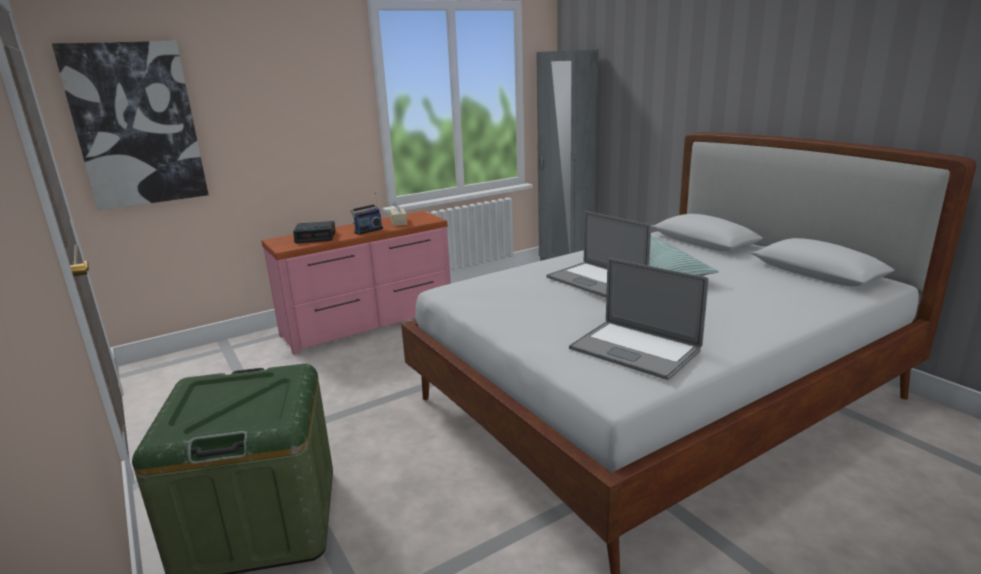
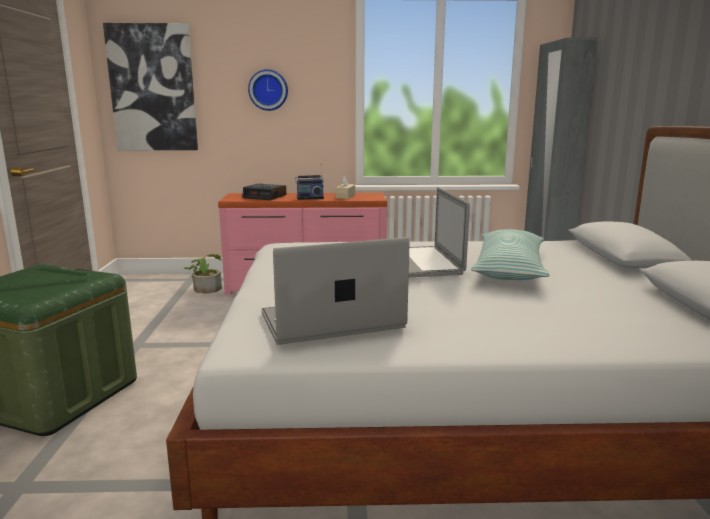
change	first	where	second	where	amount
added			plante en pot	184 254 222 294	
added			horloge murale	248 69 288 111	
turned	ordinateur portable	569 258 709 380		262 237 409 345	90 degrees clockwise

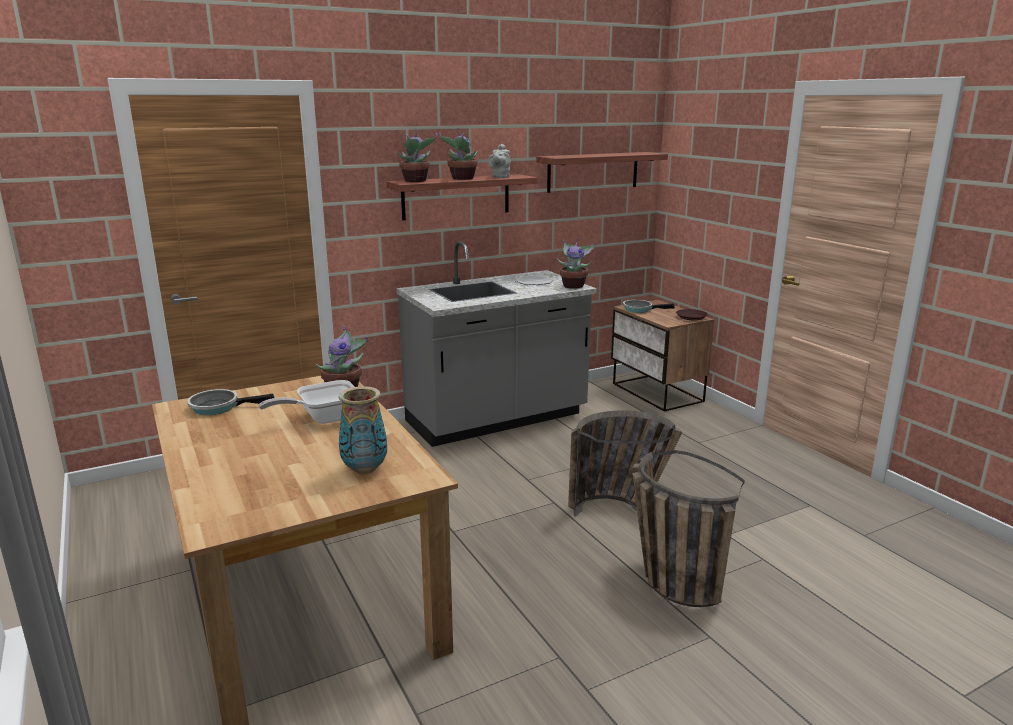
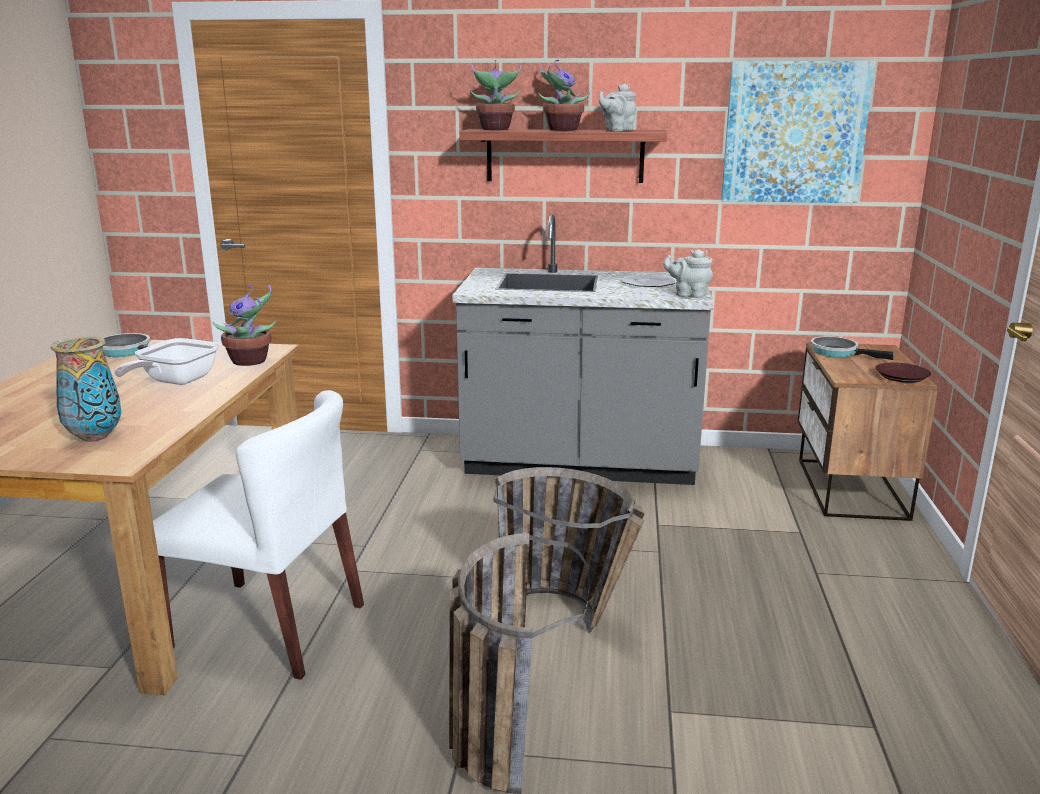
change	first	where	second	where	amount
turned	poêle	259 380 354 424		114 338 219 385	75 degrees counterclockwise
added			chaise/blanc	153 390 364 680	
replaced	plante en pot	557 239 597 289	théière/gris	663 249 713 298	
replaced	étagère	536 152 668 193	tableau	721 61 875 203	

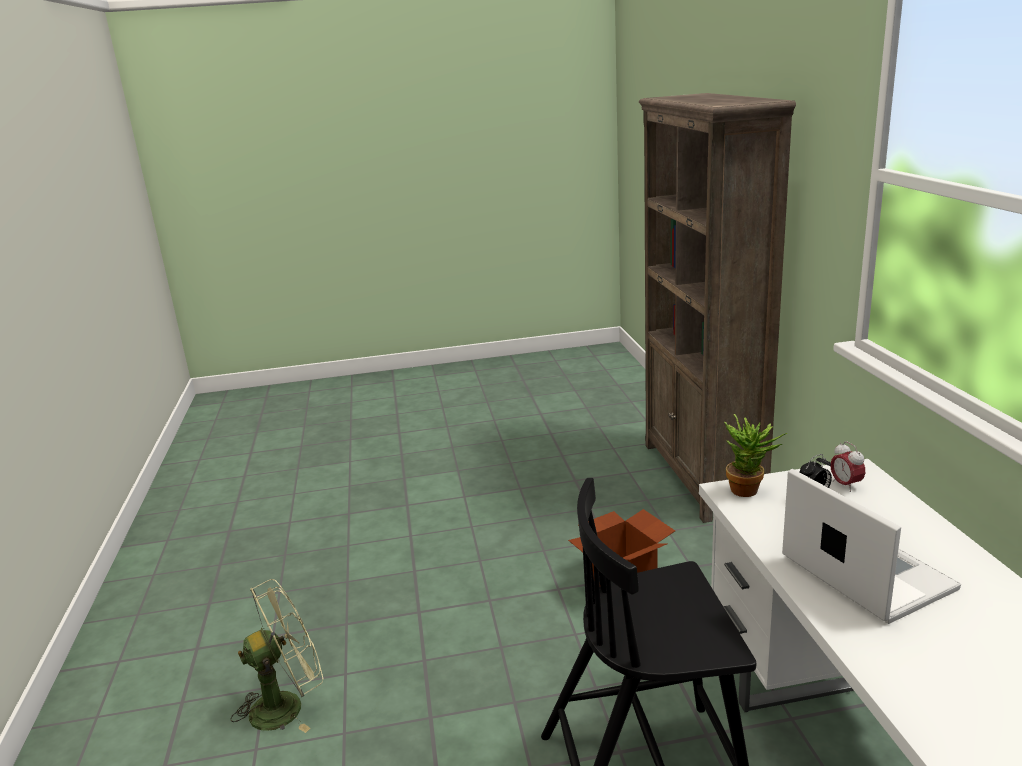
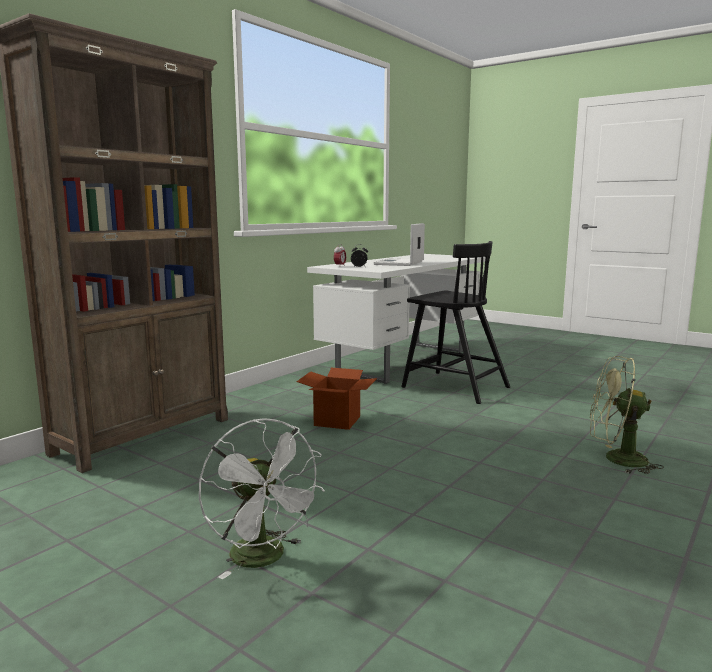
change	first	where	second	where	amount
added			ventilateur/blanc	199 418 325 580	
removed	plante en pot	724 414 787 497			

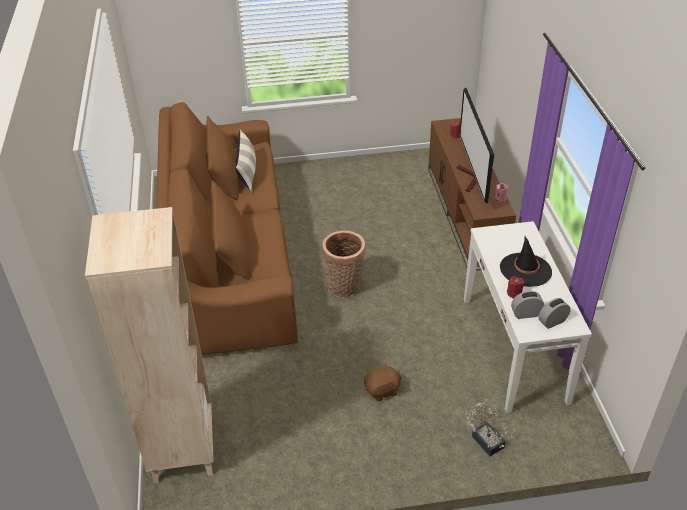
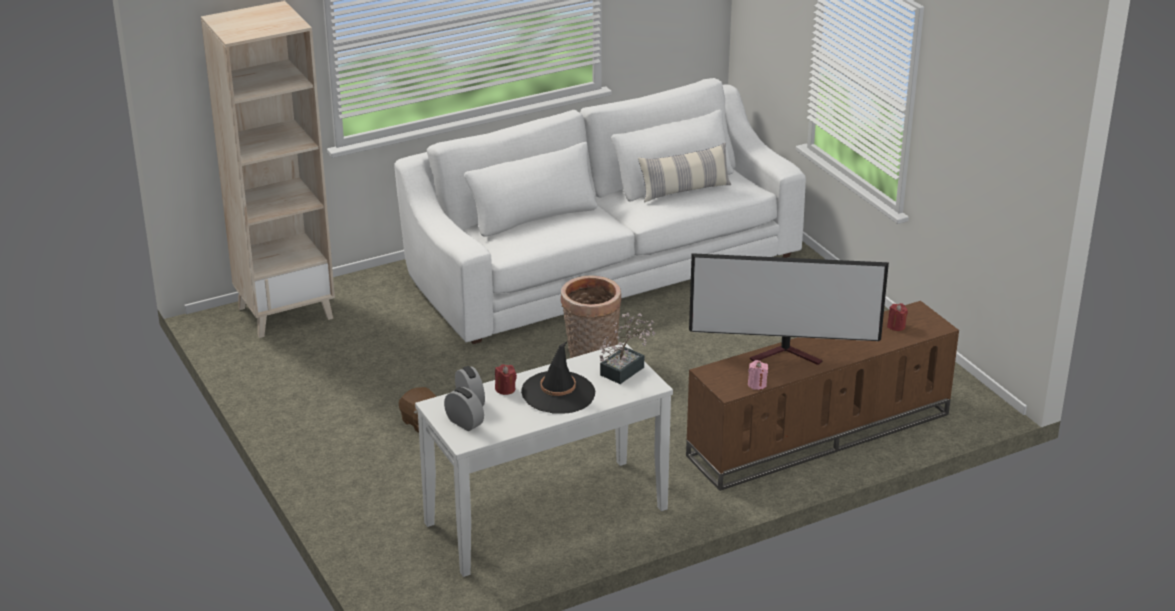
change	first	where	second	where	amount
recoloured	canapé/marron	156 102 298 355	canapé/blanc	394 78 806 344	
moved	plante en pot	465 399 513 456		600 312 656 384	
turned	téléviseur	456 88 494 203		689 253 889 365	150 degrees counterclockwise

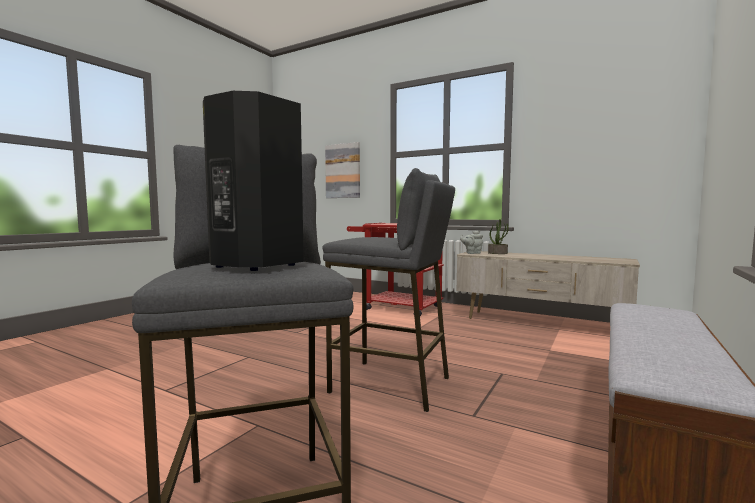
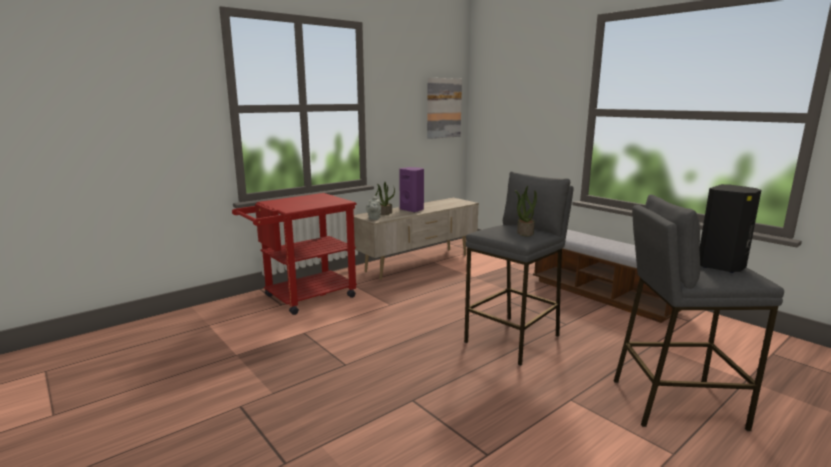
change	first	where	second	where	amount
added			enceinte/violet	399 167 424 213	
moved	tableau	325 142 360 198		427 78 462 139	
added			plante en pot	515 186 537 236	

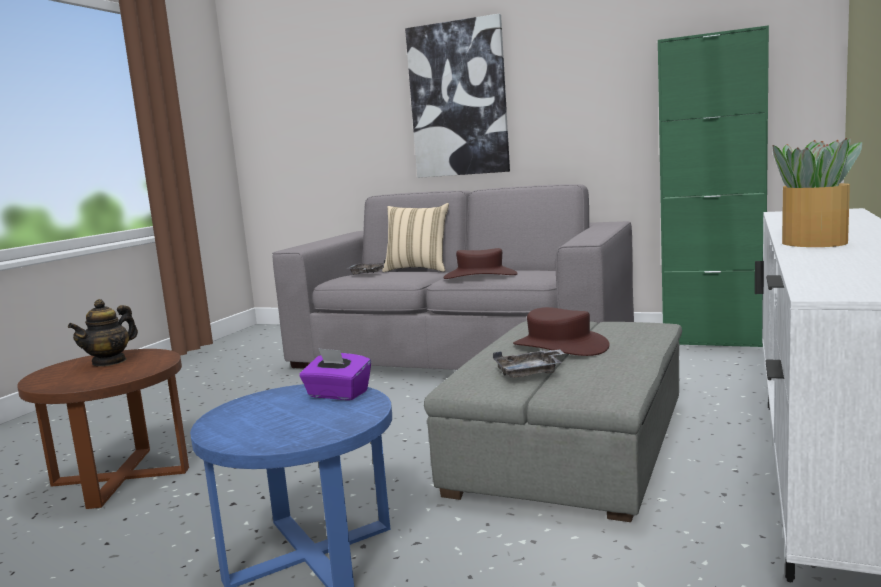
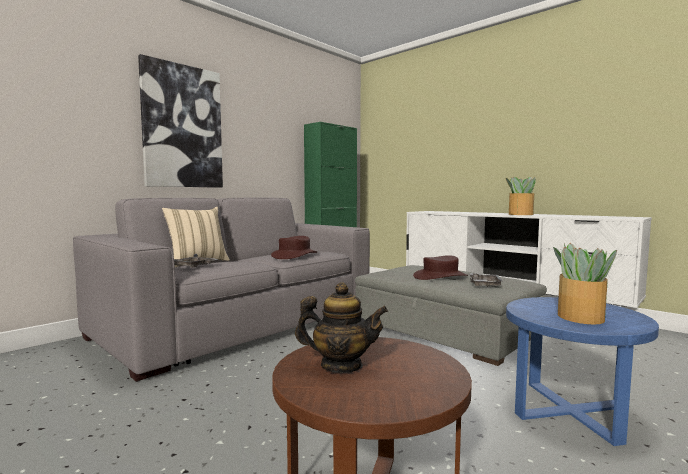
change	first	where	second	where	amount
turned	théière	68 299 138 366		295 282 388 373	45 degrees counterclockwise
added			plante en pot	553 243 617 325	
removed	boîte à mouchoirs/violet	300 348 371 400			

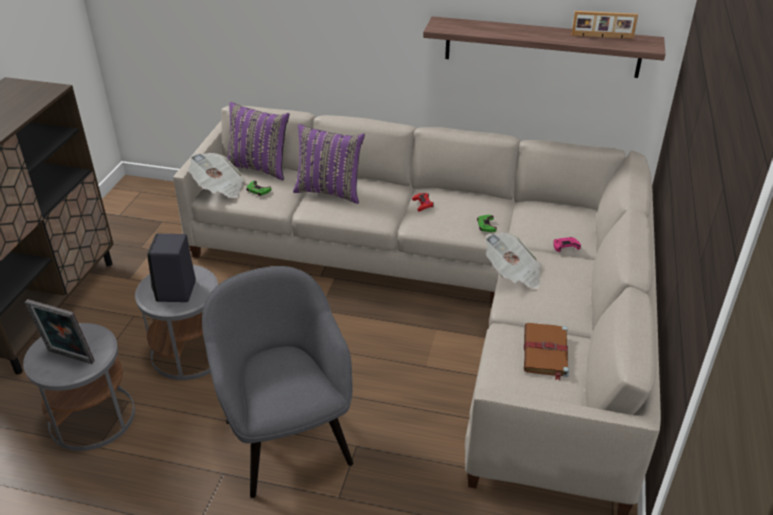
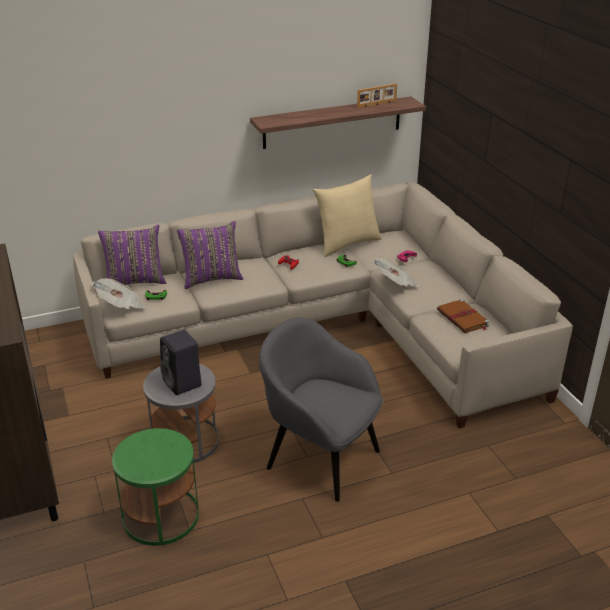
change	first	where	second	where	amount
recoloured	table d'appoint/gris	23 323 135 451	table d'appoint/vert	112 428 199 546	
added			coussin/beige	313 174 382 257	
removed	cadre photo	24 299 95 364			

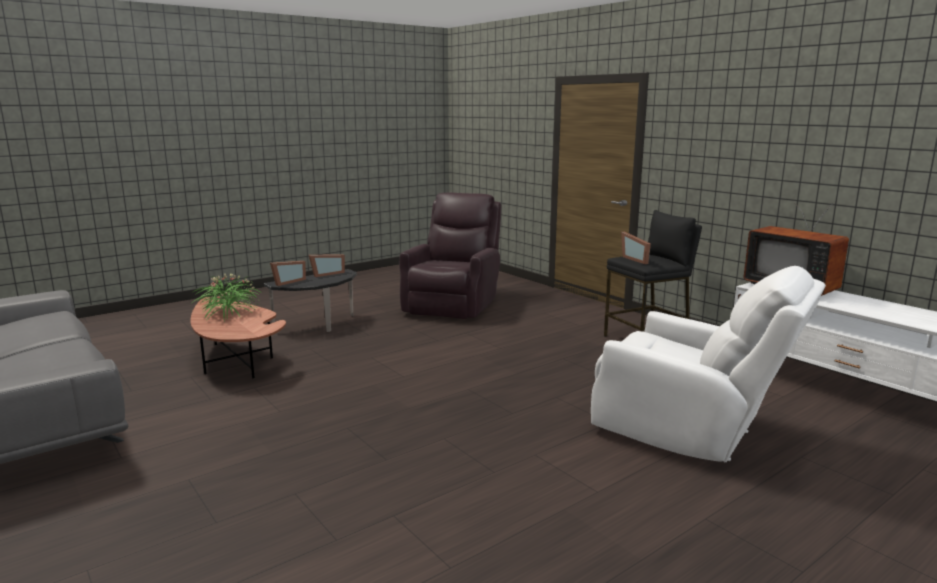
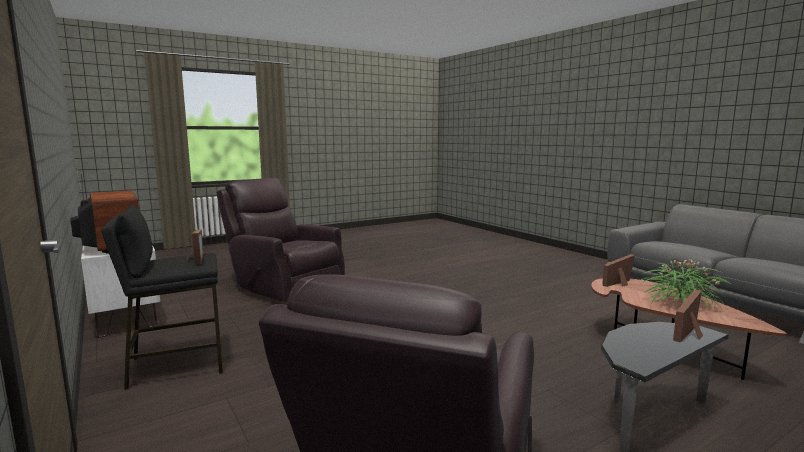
change	first	where	second	where	amount
recoloured	fauteuil/blanc	591 266 826 462	fauteuil/marron	217 178 345 302	
moved	cadre photo	309 254 345 277		602 254 635 287	

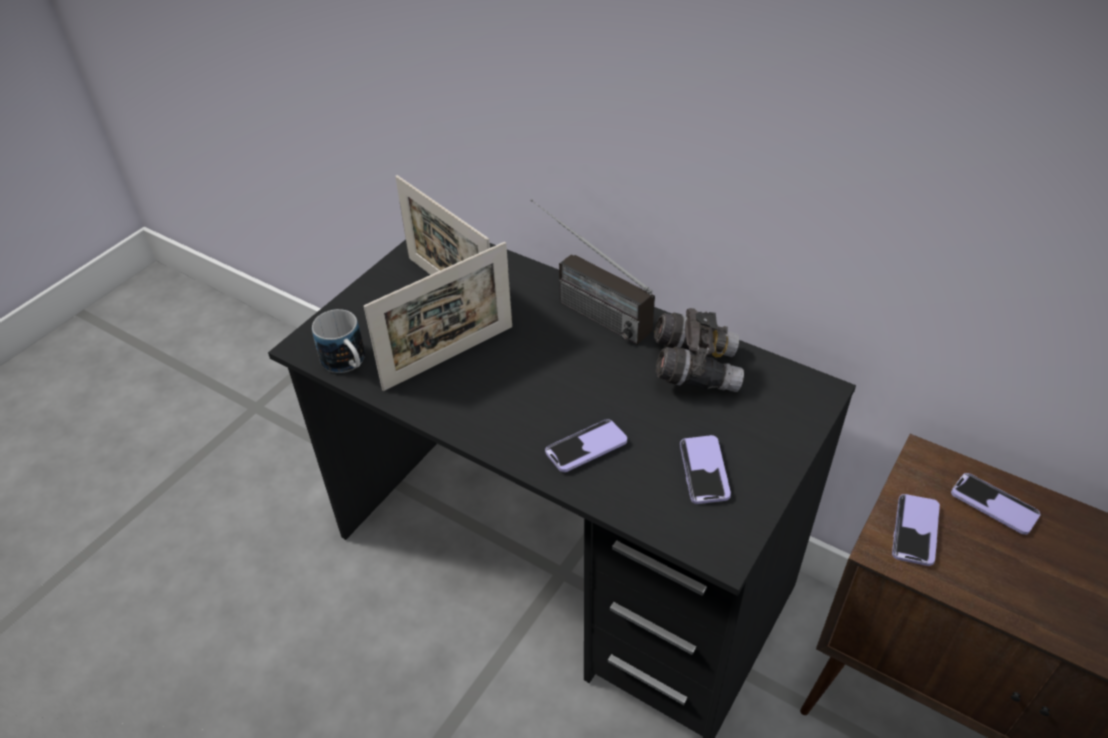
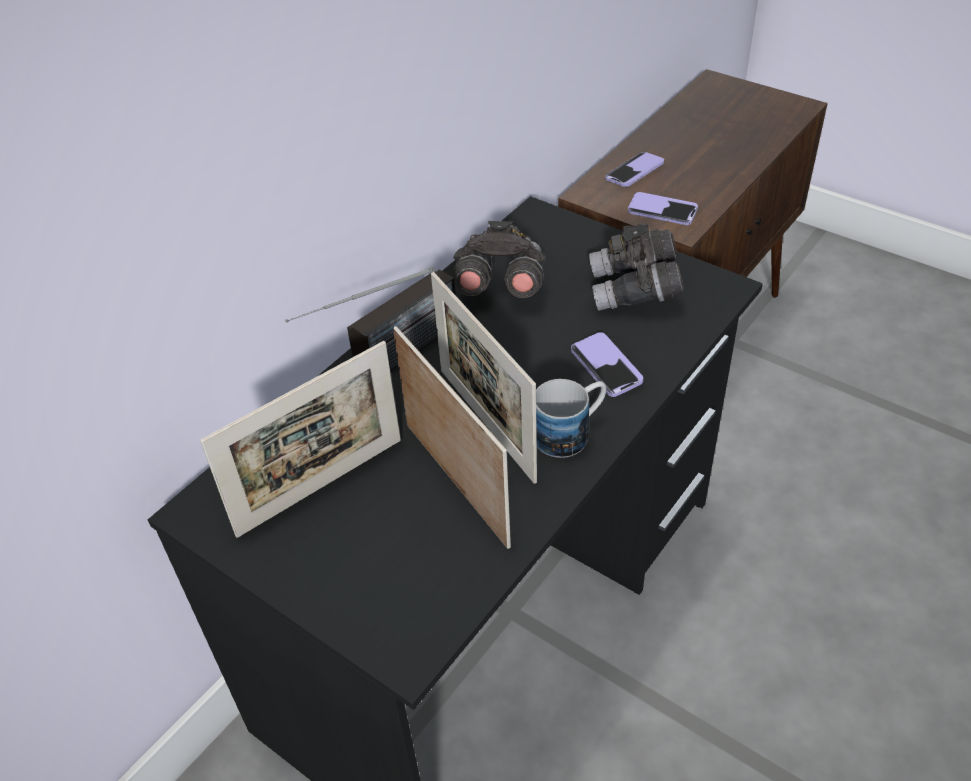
change	first	where	second	where	amount
added			cadre photo	431 272 537 484	
moved	mug	312 309 365 373		536 379 606 458	
replaced	téléphone	680 435 731 504	jumelles/gris	589 223 684 311	

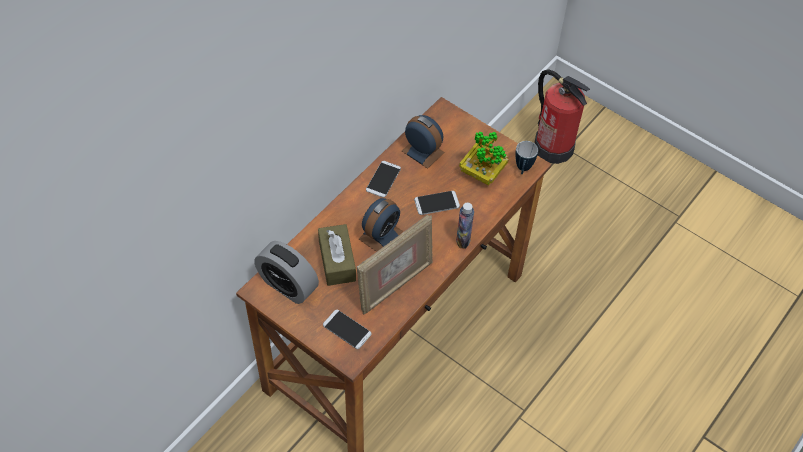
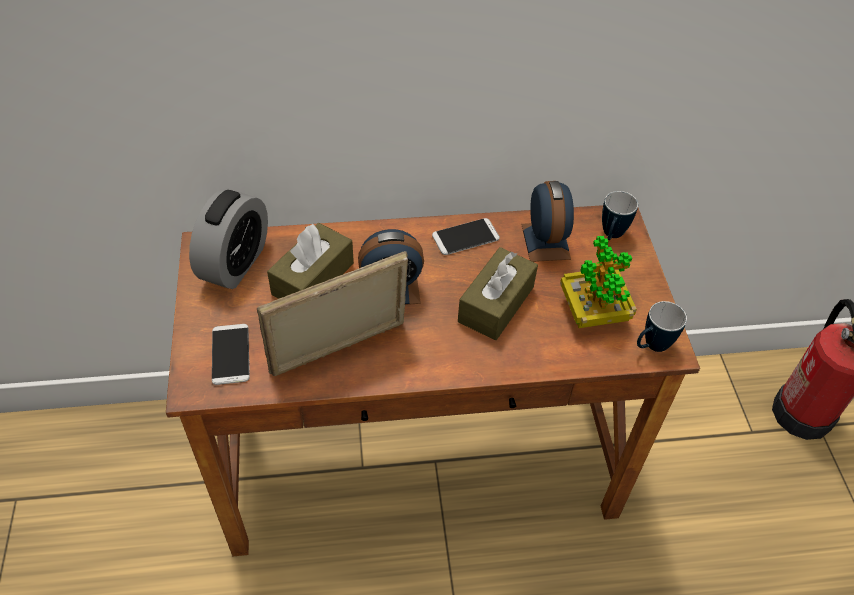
change	first	where	second	where	amount
turned	réveil	254 241 319 304		189 189 268 289	150 degrees counterclockwise
turned	cadre photo	357 215 433 314		257 251 408 376	150 degrees clockwise
replaced	téléphone	414 191 460 215	boîte à mouchoirs/marron	458 247 538 340	
added			mug	602 191 638 240	
removed	bouteille	456 202 474 249			

